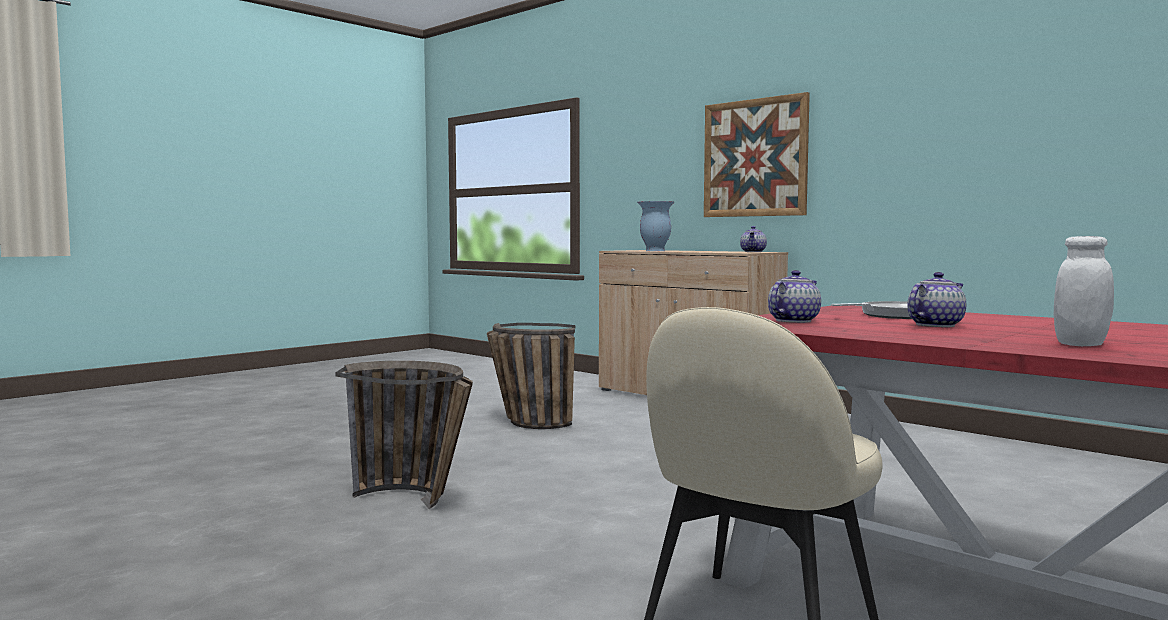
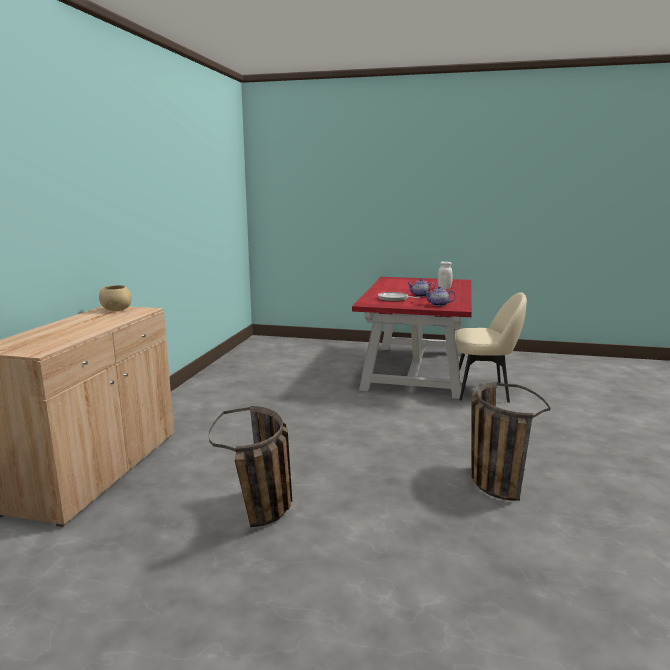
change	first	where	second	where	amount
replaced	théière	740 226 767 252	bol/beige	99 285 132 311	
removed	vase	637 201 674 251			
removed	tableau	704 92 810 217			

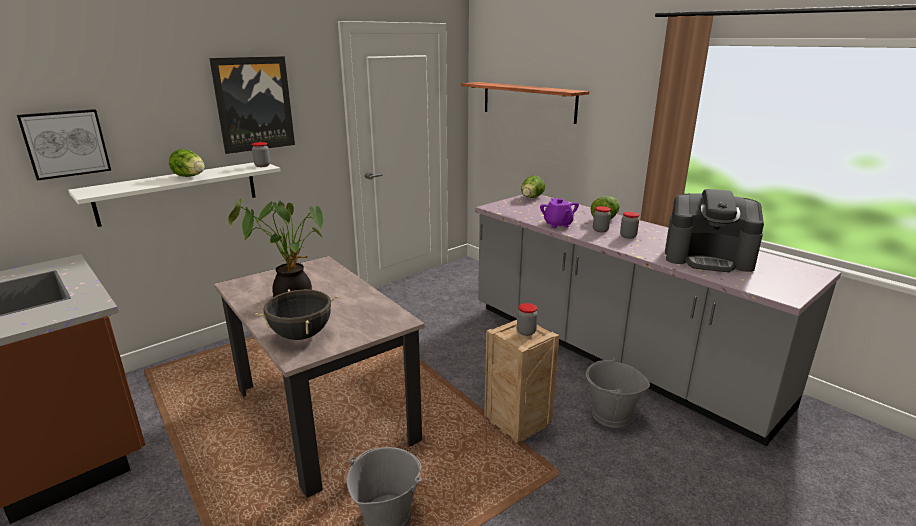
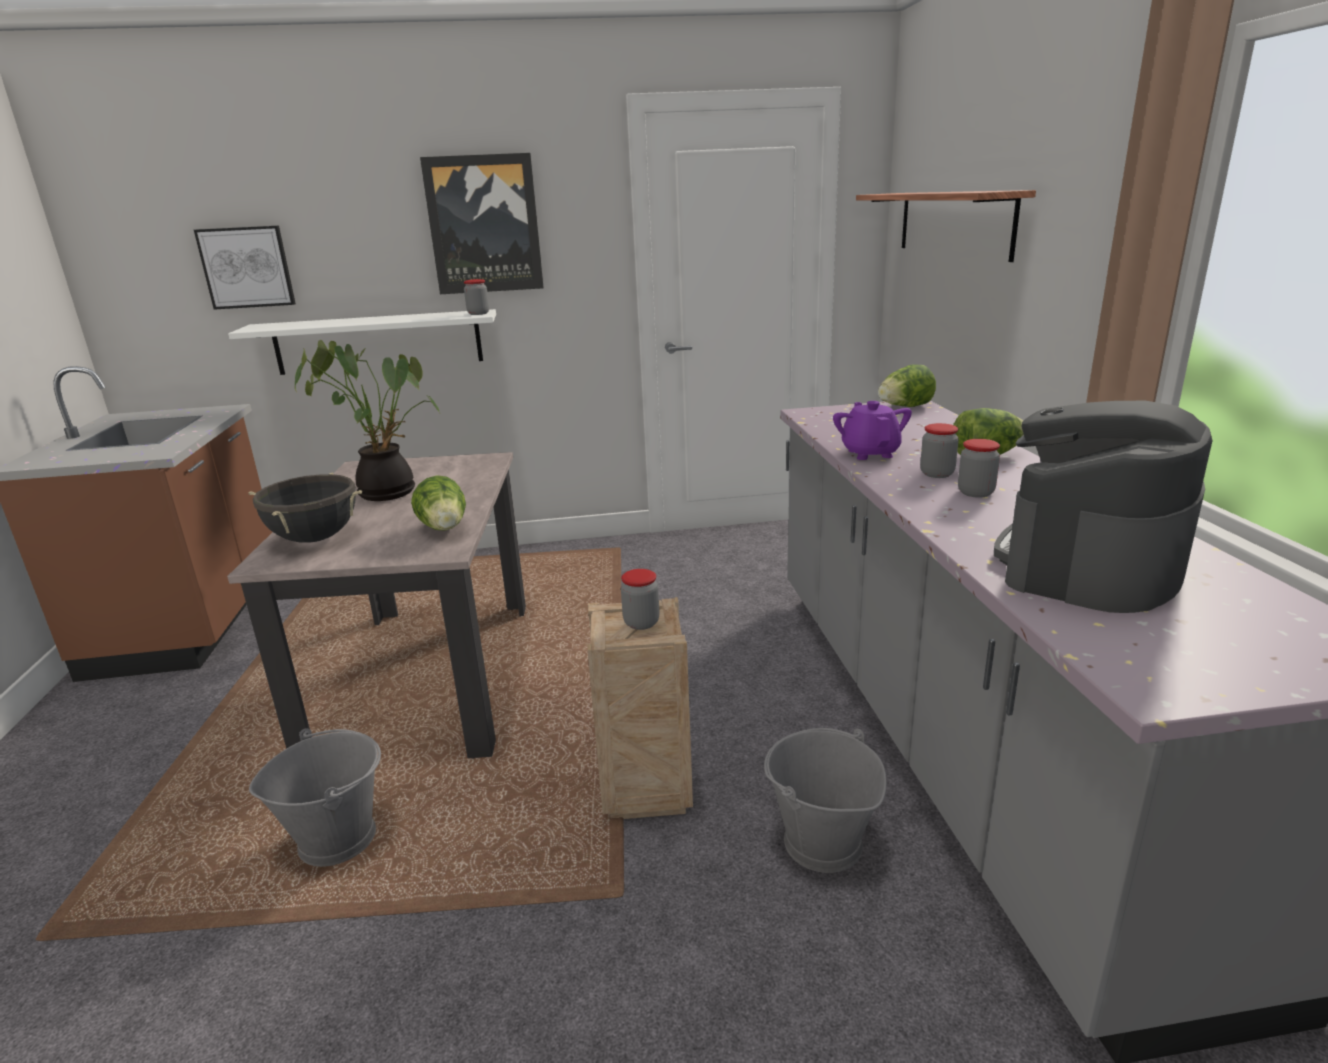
change	first	where	second	where	amount
moved	laitue	169 149 205 177		411 475 466 530	
turned	théière/violet	540 198 579 228		833 401 912 460	150 degrees clockwise
turned	machine à café	665 189 764 272		994 401 1212 613	75 degrees clockwise

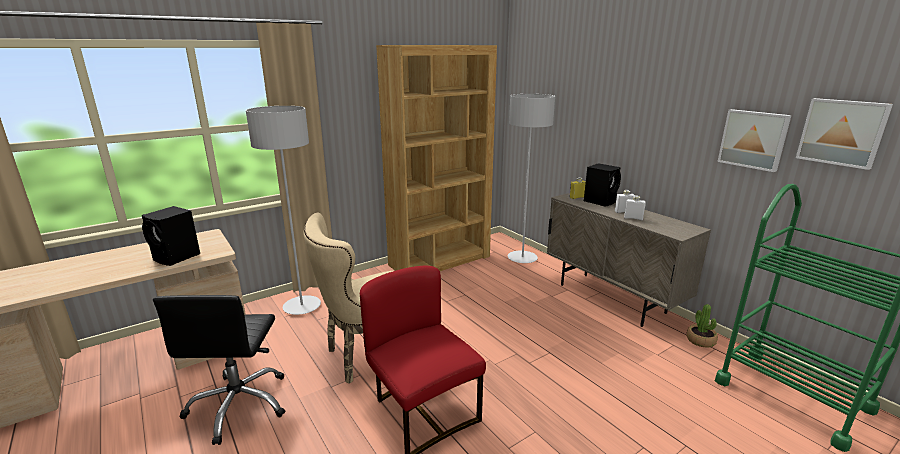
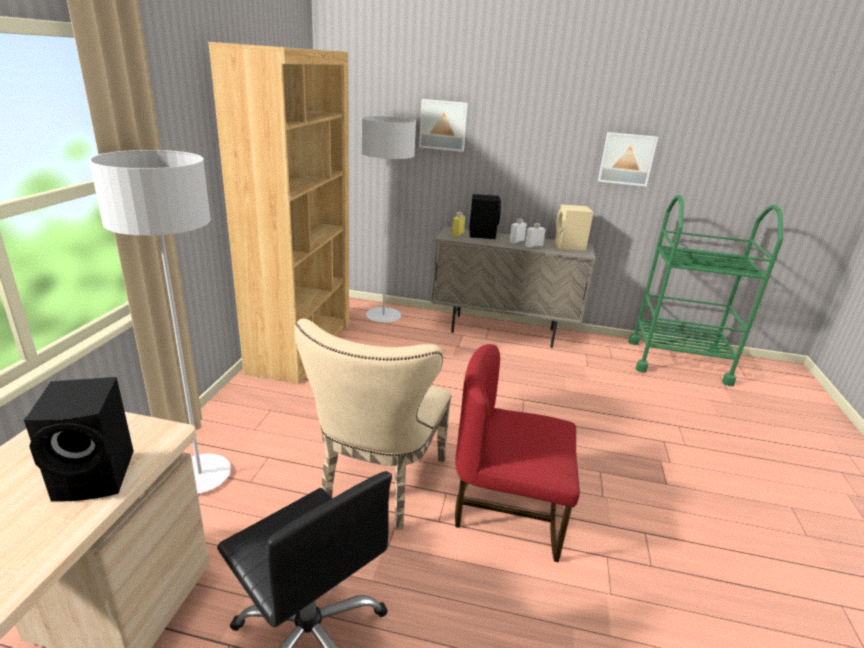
change	first	where	second	where	amount
moved	tableau	796 98 893 170		419 99 468 152	
added			enceinte/beige	555 204 594 251	
removed	plante en pot	686 304 718 348			

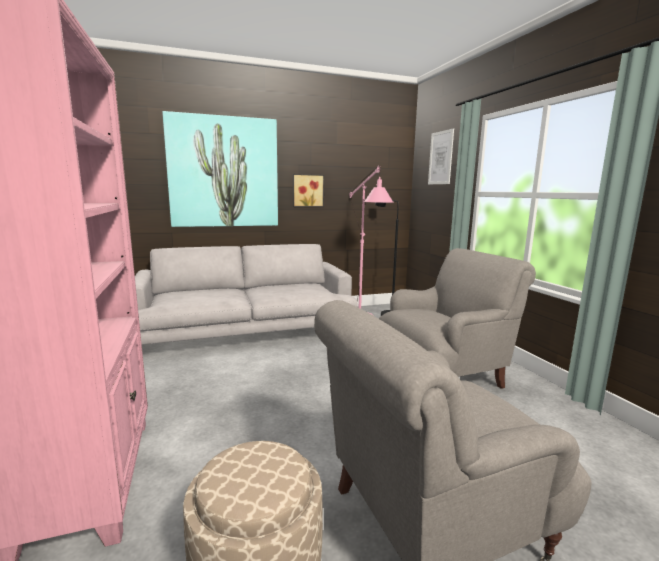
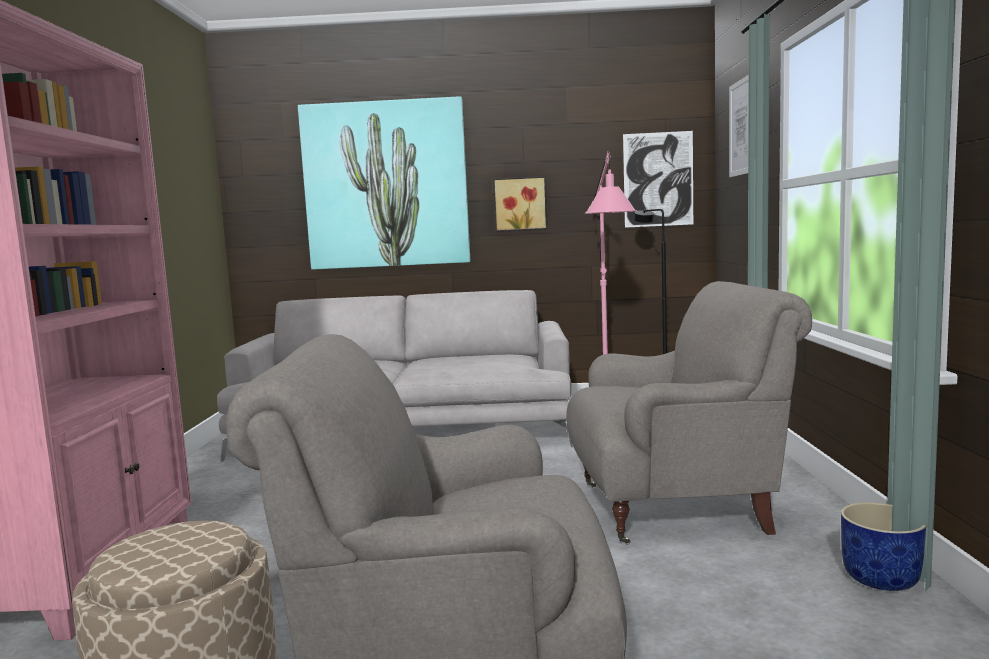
change	first	where	second	where	amount
added			tableau	623 131 693 228	
added			cache-pot/bleu	841 502 926 591	

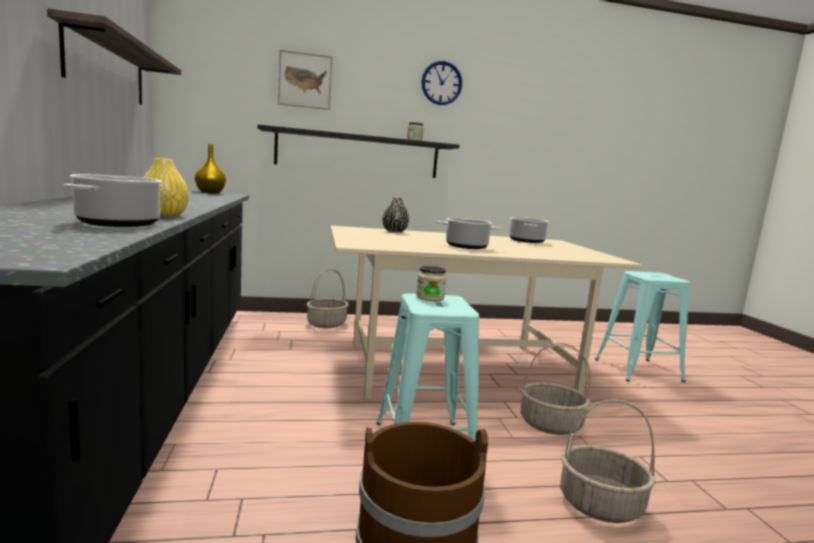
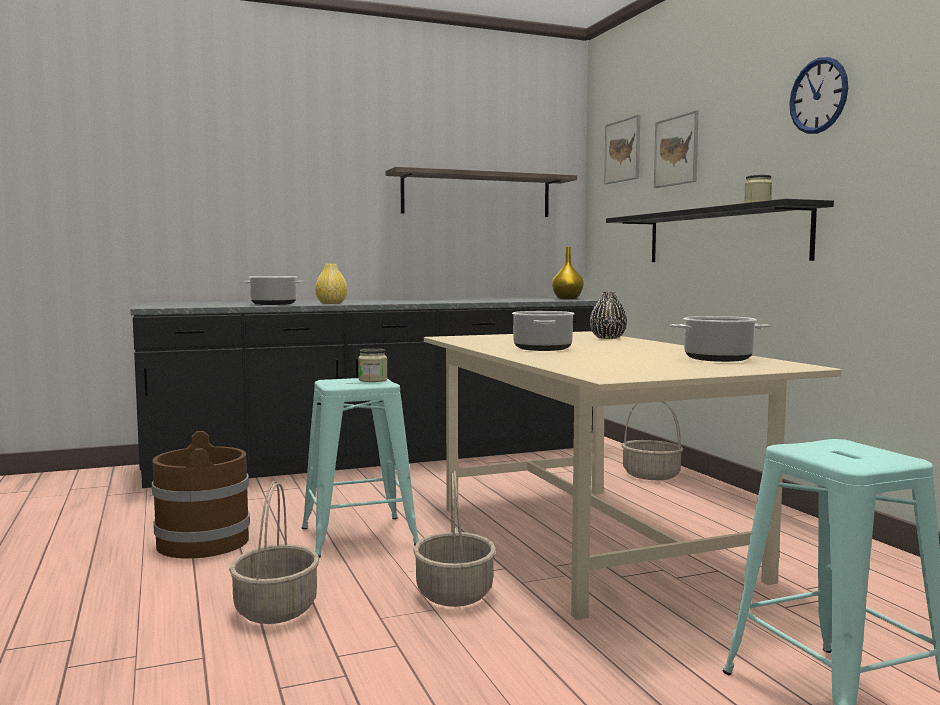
change	first	where	second	where	amount
added			tableau	604 115 640 184	

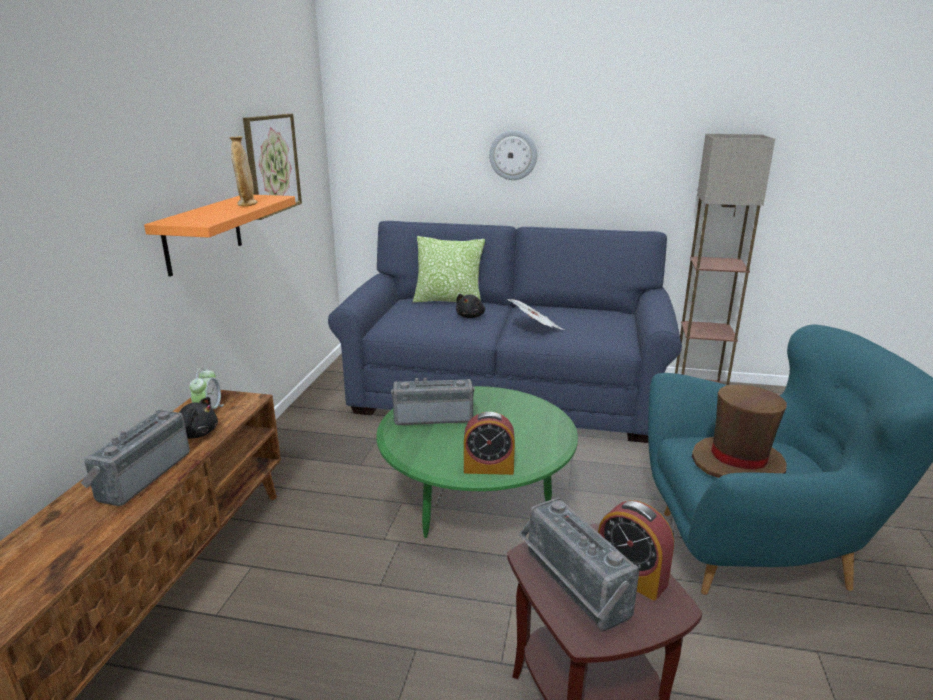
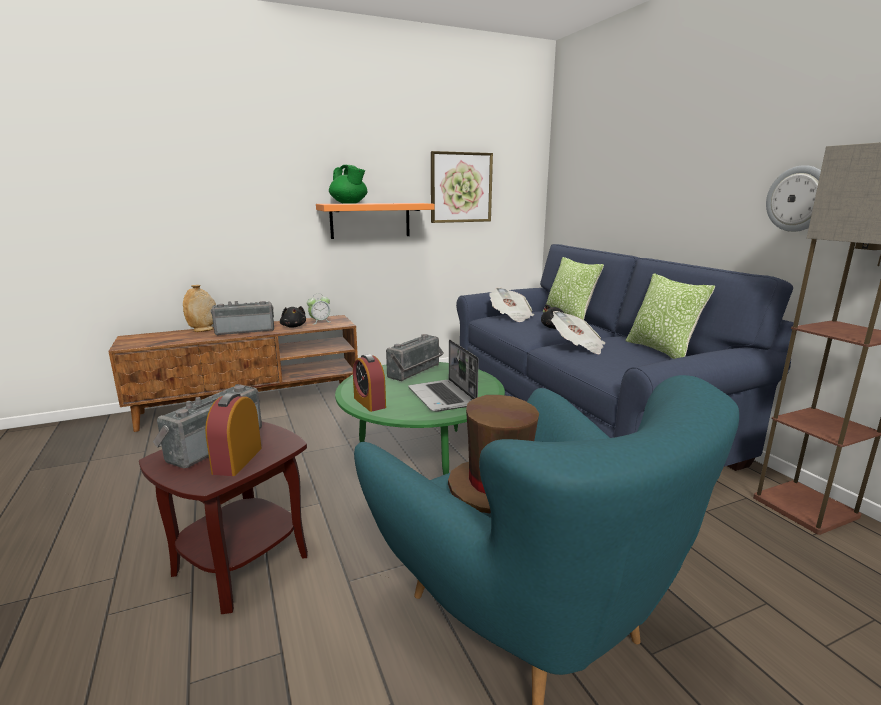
change	first	where	second	where	amount
moved	vase/beige	230 136 258 206		183 285 216 332	
added			théière/vert	329 165 367 204	
turned	radio	391 378 475 425		386 334 444 381	75 degrees clockwise
added			ordinateur portable	408 340 479 412	
added			journal	489 287 534 322	
added			coussin	625 273 715 359	
moved	horloge murale	489 130 537 180		766 165 821 232	

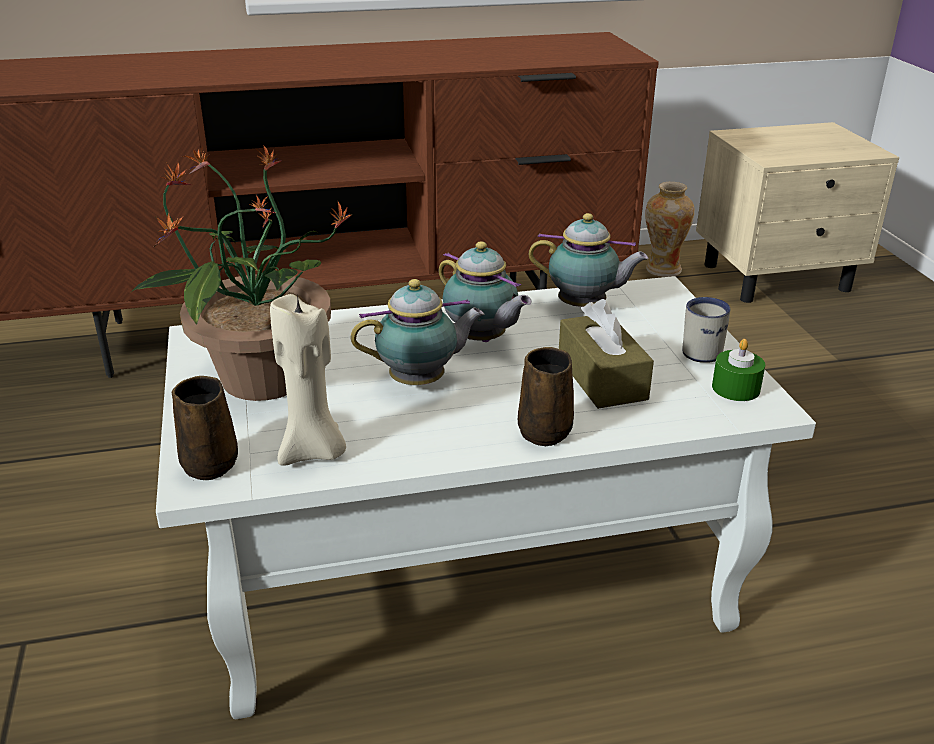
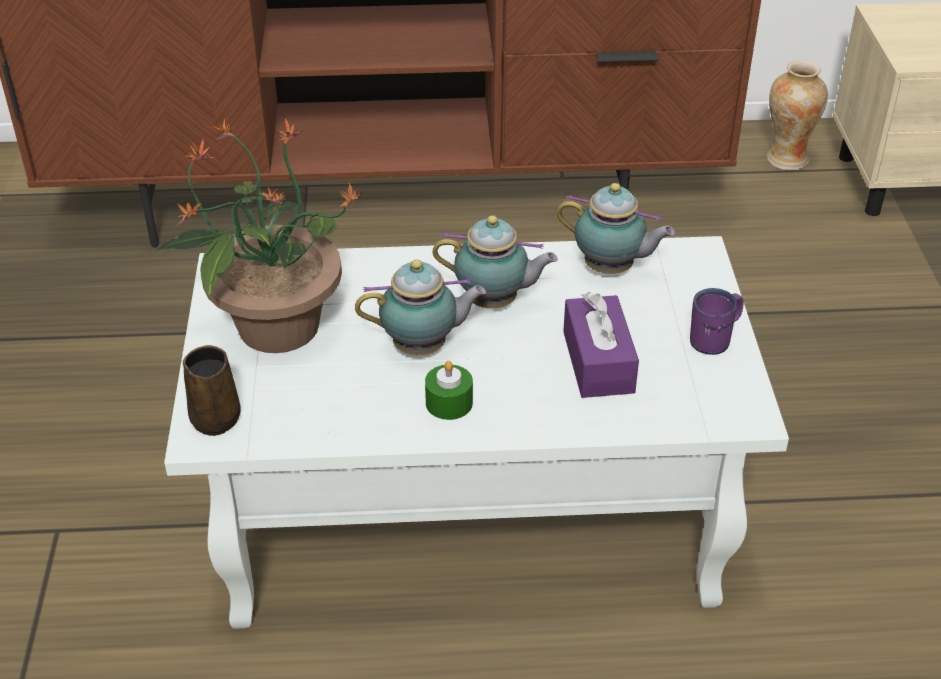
change	first	where	second	where	amount
moved	bougie/vert	712 339 765 401		425 361 473 420	
turned	théière	439 241 532 342		433 215 558 308	45 degrees counterclockwise
recoloured	boîte à mouchoirs/marron	559 299 654 409	boîte à mouchoirs/violet	563 292 639 398	
recoloured	mug/blanc	683 297 731 363	mug/violet	690 288 743 355	
removed	bougie/beige	270 294 346 466			
removed	mug/marron	518 347 574 446			

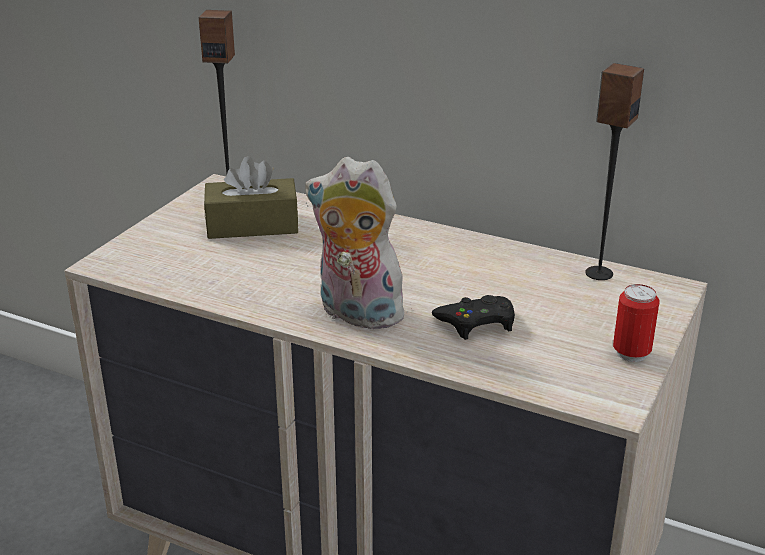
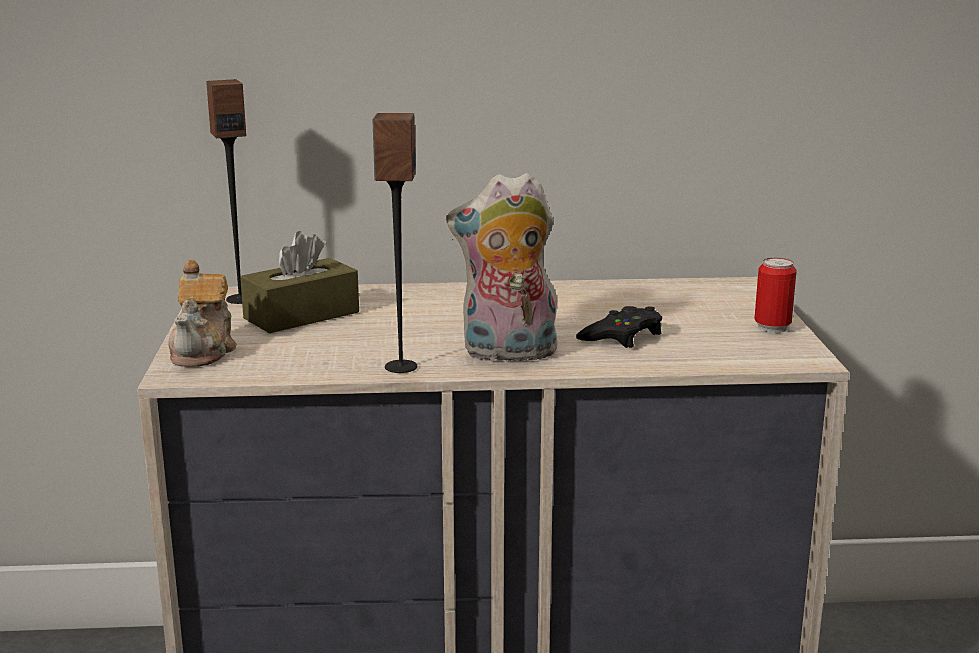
change	first	where	second	where	amount
added			théière	168 260 237 367	
moved	enceinte	585 63 644 280		372 113 417 373	

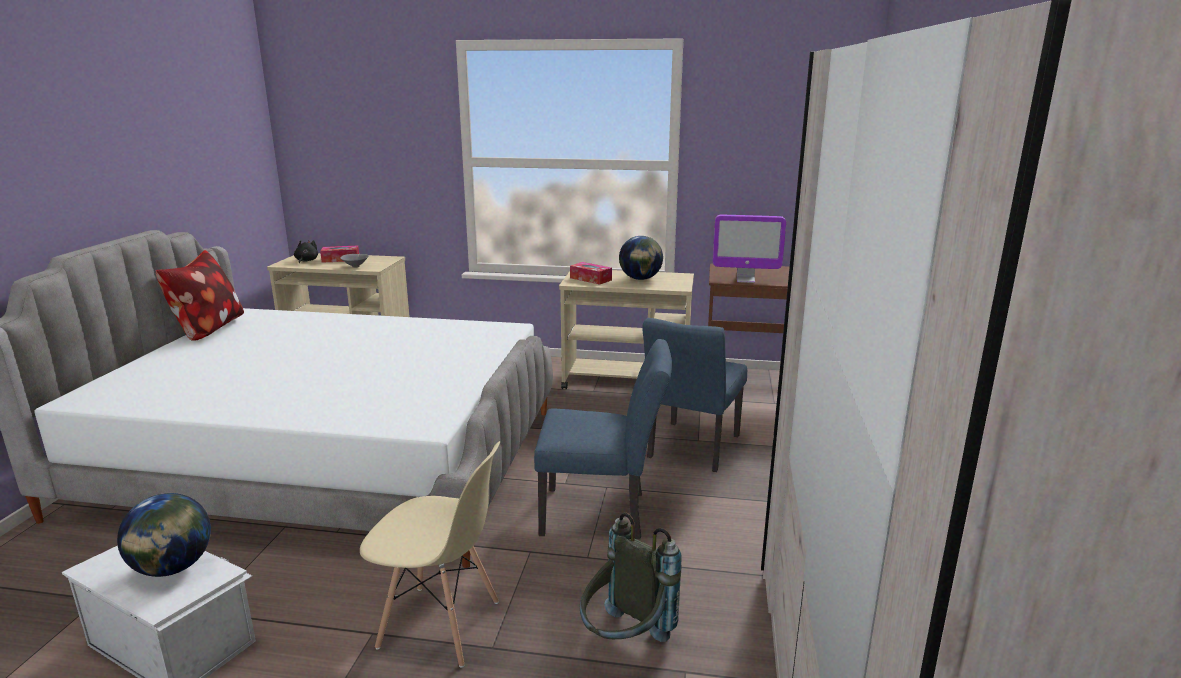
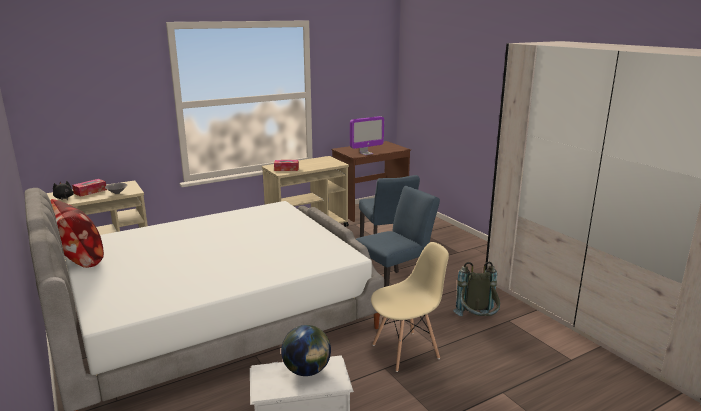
change	first	where	second	where	amount
removed	globe	619 236 663 280			

